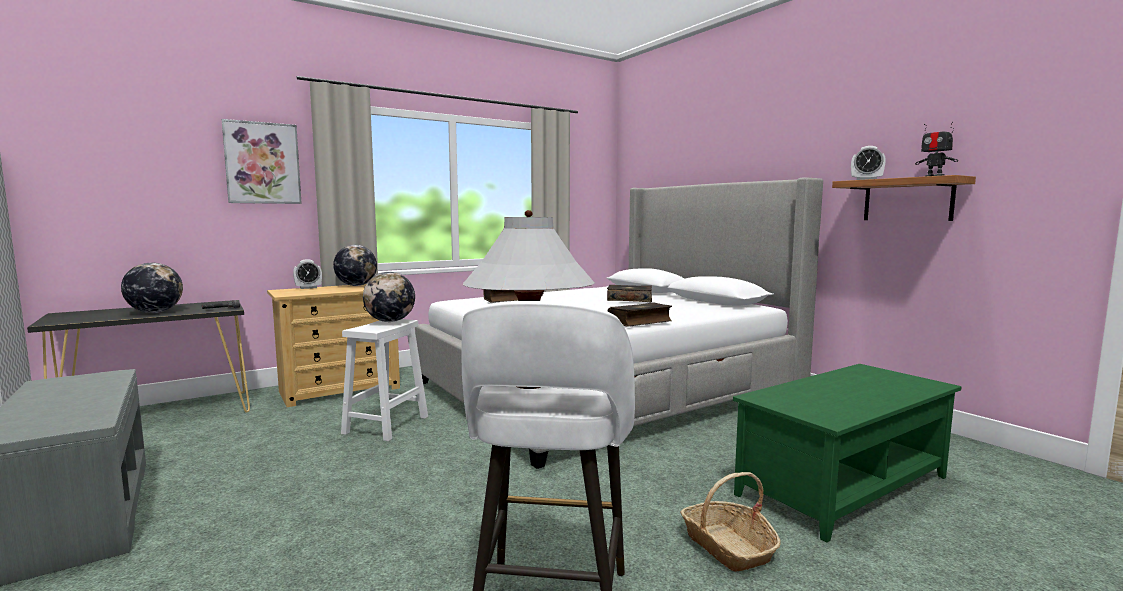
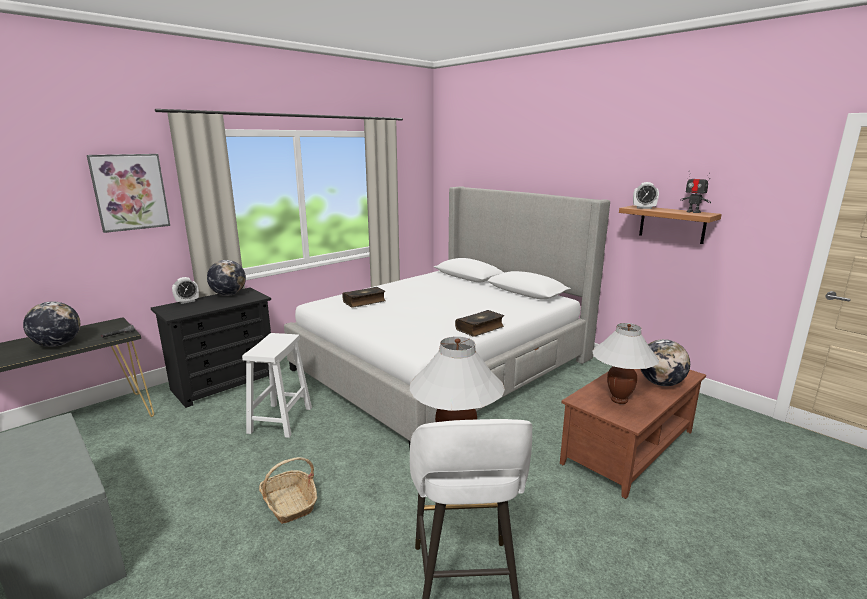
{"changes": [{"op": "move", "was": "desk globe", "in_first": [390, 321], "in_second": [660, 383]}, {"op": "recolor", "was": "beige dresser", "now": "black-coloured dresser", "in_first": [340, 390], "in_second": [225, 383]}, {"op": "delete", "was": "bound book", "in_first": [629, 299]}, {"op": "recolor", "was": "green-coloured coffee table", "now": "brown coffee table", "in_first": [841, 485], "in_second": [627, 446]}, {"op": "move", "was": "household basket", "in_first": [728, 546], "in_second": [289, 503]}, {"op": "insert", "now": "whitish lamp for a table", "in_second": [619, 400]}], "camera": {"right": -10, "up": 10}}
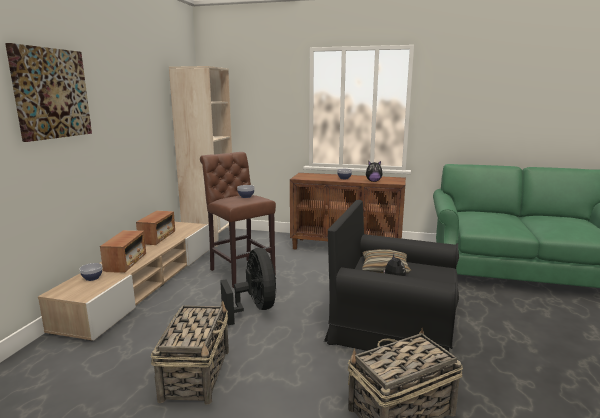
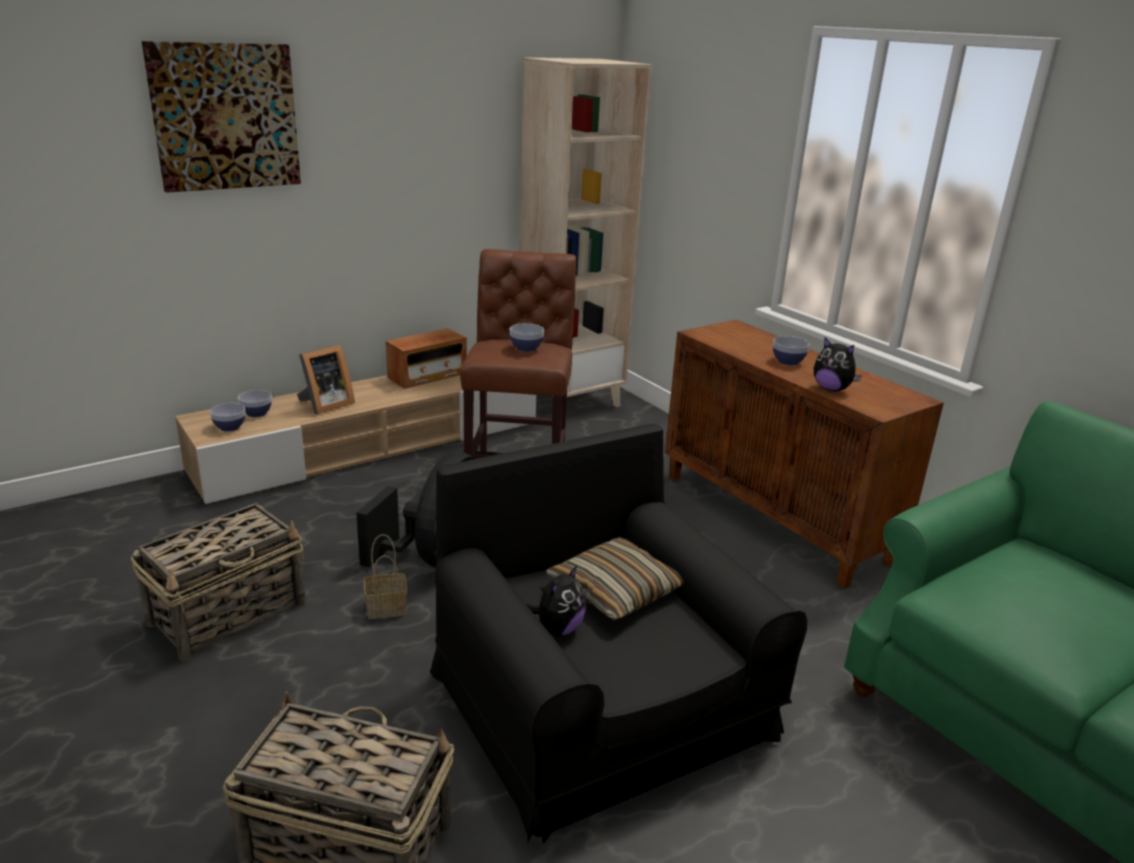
{"changes": [{"op": "replace", "was": "radio", "now": "standing frame", "in_first": [126, 263], "in_second": [325, 405]}, {"op": "insert", "now": "bowl", "in_second": [230, 427]}, {"op": "insert", "now": "household basket", "in_second": [387, 607]}], "camera": {"right": 40, "up": 10}}
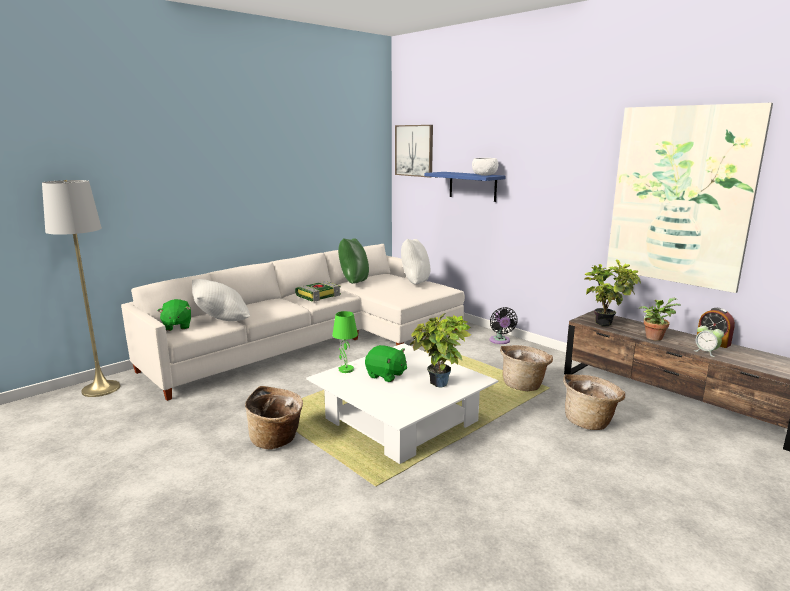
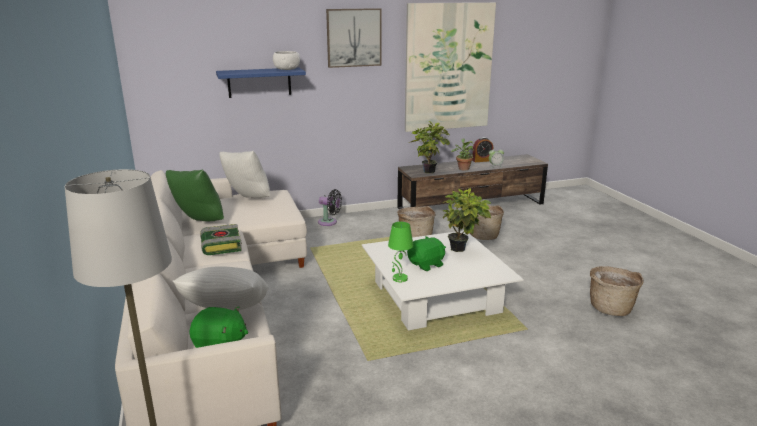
{"changes": [{"op": "move", "was": "picture", "in_first": [414, 150], "in_second": [354, 37]}, {"op": "move", "was": "household basket", "in_first": [276, 440], "in_second": [611, 307]}], "camera": {"right": -65, "up": 5}}
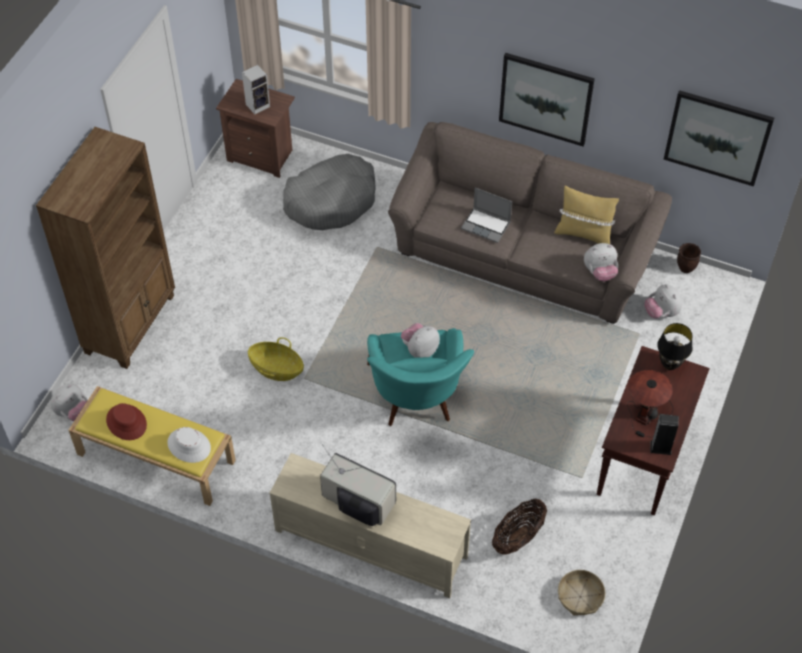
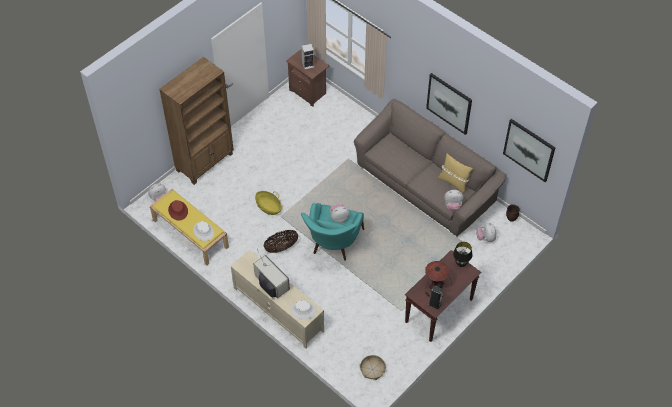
{"changes": [{"op": "delete", "was": "gray dog bed", "in_first": [331, 200]}, {"op": "delete", "was": "portable computer", "in_first": [486, 225]}, {"op": "move", "was": "household basket", "in_first": [518, 537], "in_second": [281, 247]}, {"op": "insert", "now": "whitish wearable hat", "in_second": [303, 310]}], "camera": {"right": 20, "up": 0}}
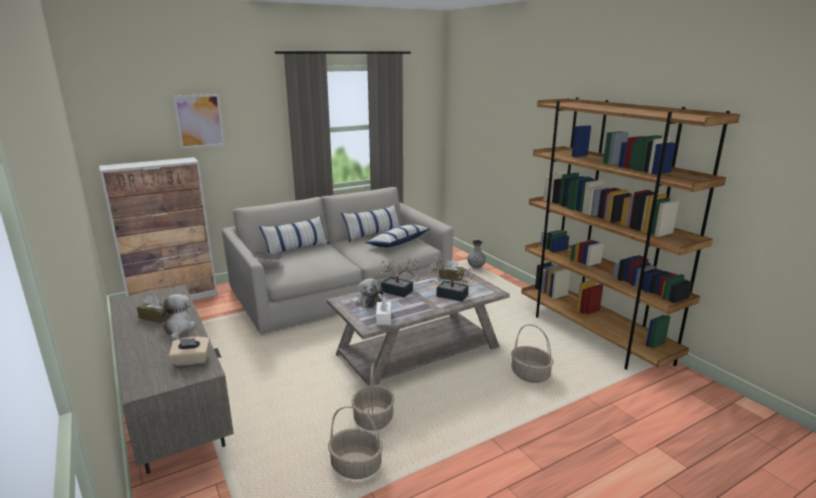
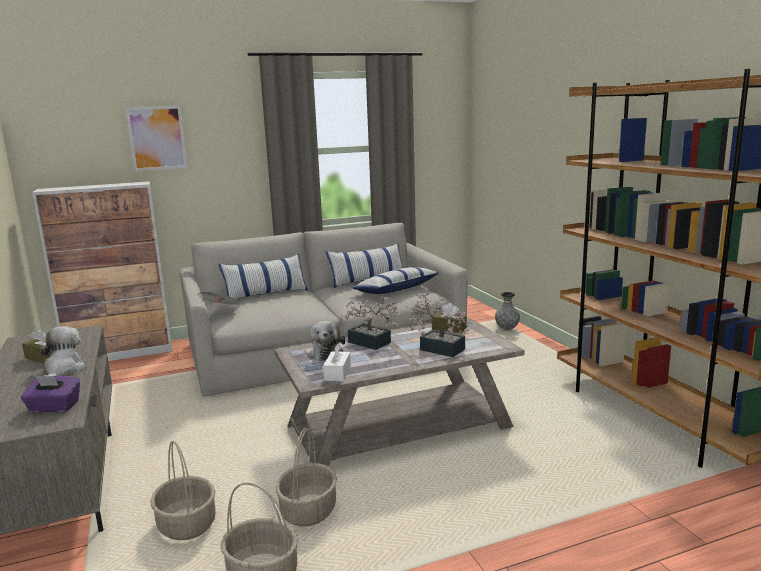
{"changes": [{"op": "move", "was": "household basket", "in_first": [529, 374], "in_second": [186, 524]}, {"op": "recolor", "was": "beige tissue box", "now": "purple-coloured tissue box", "in_first": [191, 360], "in_second": [54, 407]}], "camera": {"right": 10, "up": -5}}
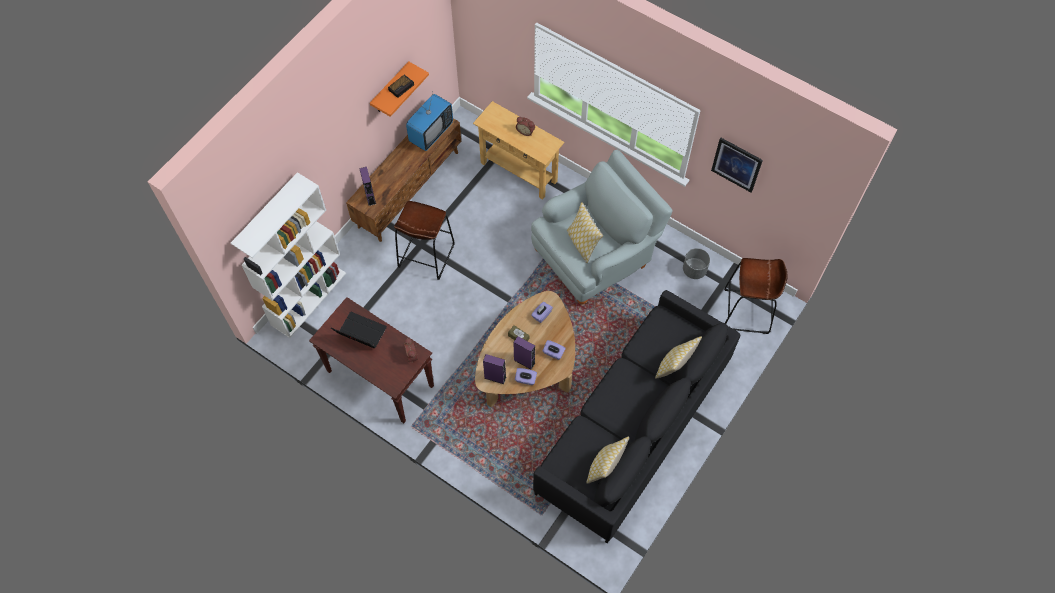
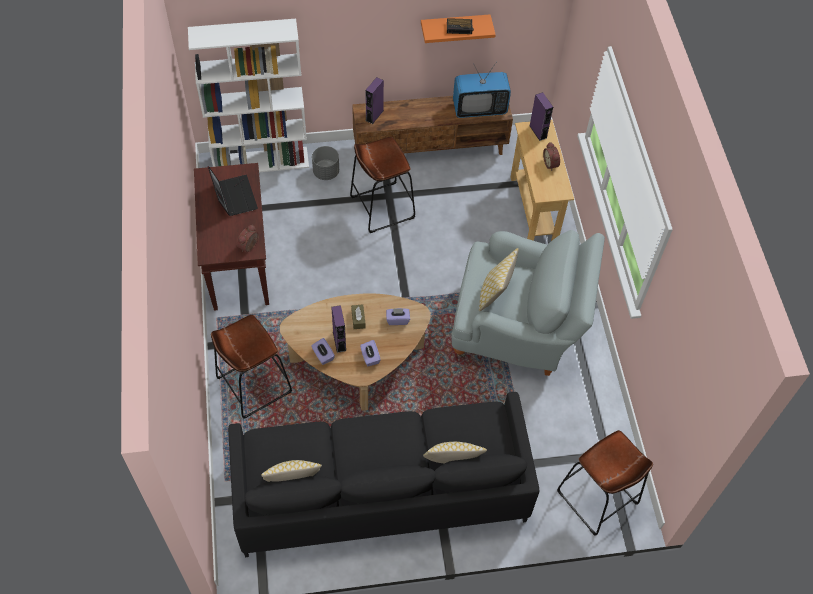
{"changes": [{"op": "delete", "was": "picture", "in_first": [736, 164]}, {"op": "move", "was": "gray flower pot", "in_first": [694, 270], "in_second": [326, 172]}, {"op": "move", "was": "purple-coloured speaker", "in_first": [495, 377], "in_second": [538, 131]}, {"op": "insert", "now": "brown stool seat", "in_second": [254, 385]}], "camera": {"right": 45, "up": -5}}
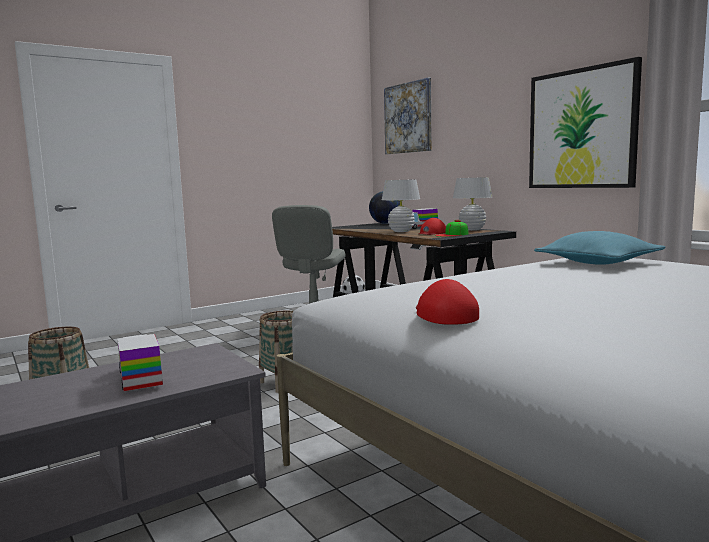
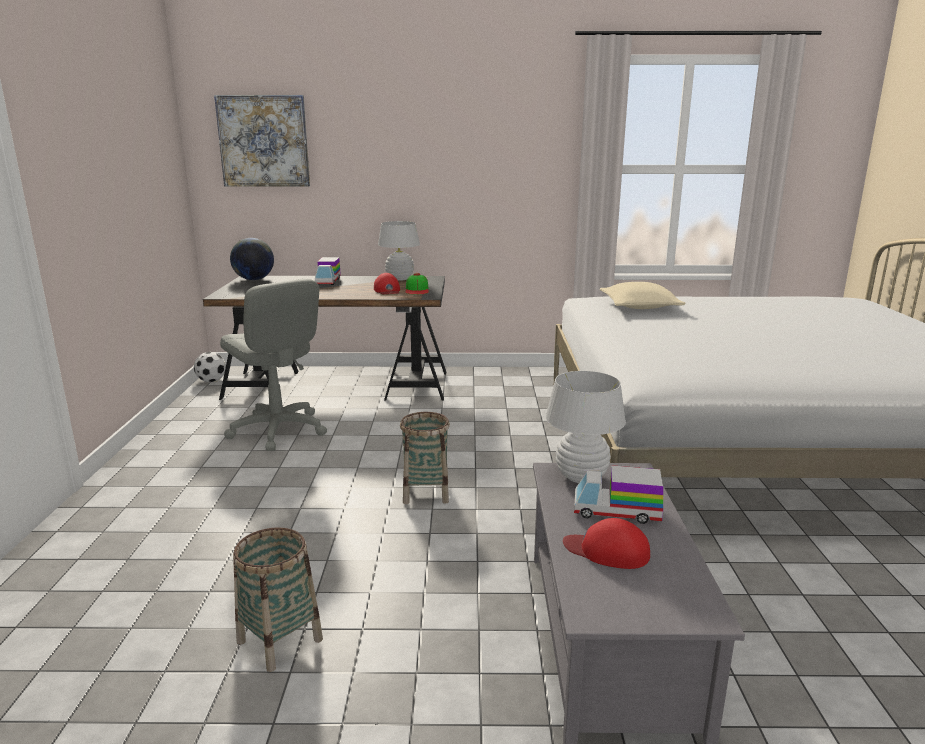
{"changes": [{"op": "delete", "was": "picture", "in_first": [581, 129]}, {"op": "move", "was": "whitish lamp for a table", "in_first": [401, 231], "in_second": [581, 477]}, {"op": "recolor", "was": "turquoise cushion", "now": "beige cushion", "in_first": [598, 263], "in_second": [639, 306]}, {"op": "move", "was": "reddish baseball cap", "in_first": [444, 314], "in_second": [607, 550]}], "camera": {"right": -55, "up": 10}}
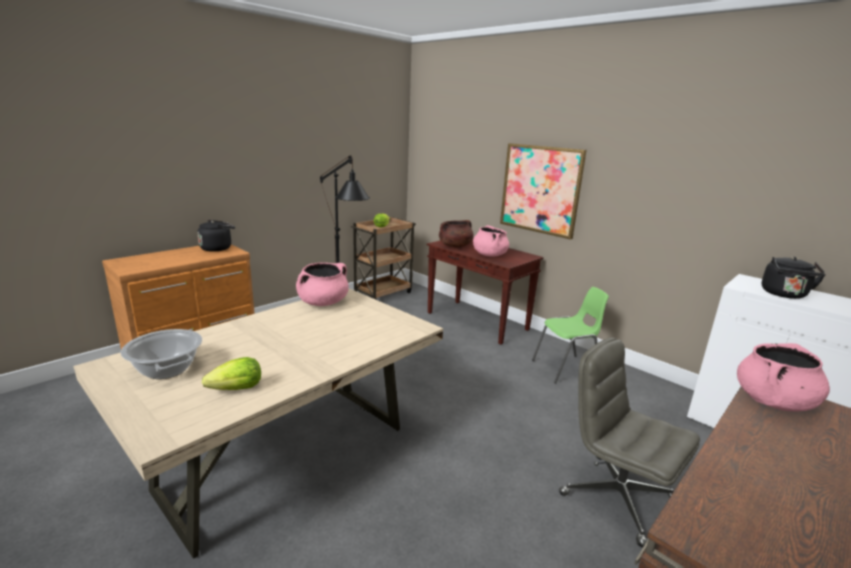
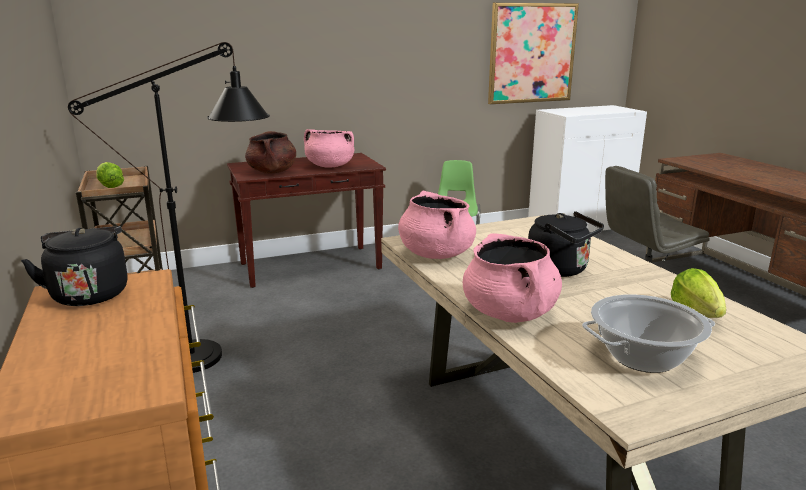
{"changes": [{"op": "move", "was": "picture", "in_first": [540, 189], "in_second": [532, 53]}, {"op": "move", "was": "black-coloured tea kettle", "in_first": [784, 295], "in_second": [561, 270]}, {"op": "move", "was": "pink-coloured saucepot", "in_first": [773, 402], "in_second": [510, 313]}], "camera": {"right": -65, "up": 0}}
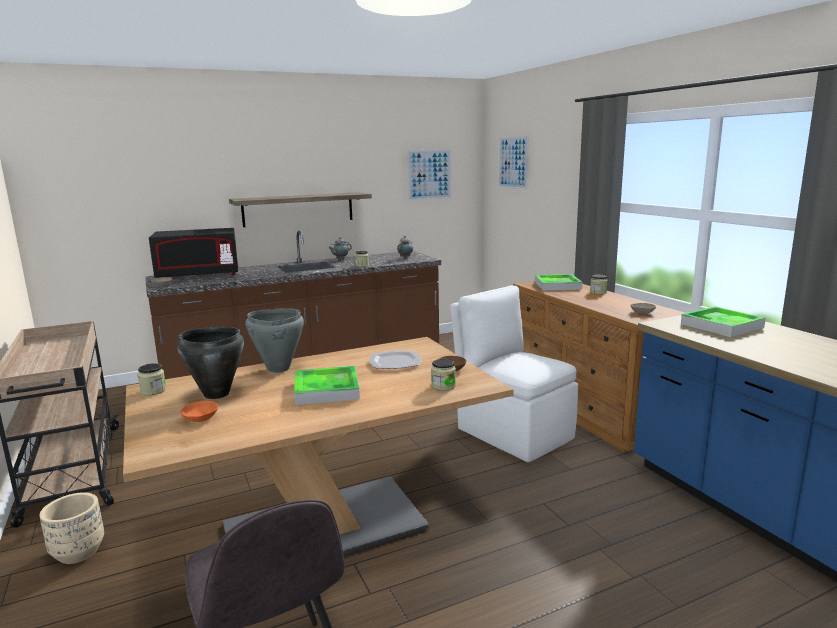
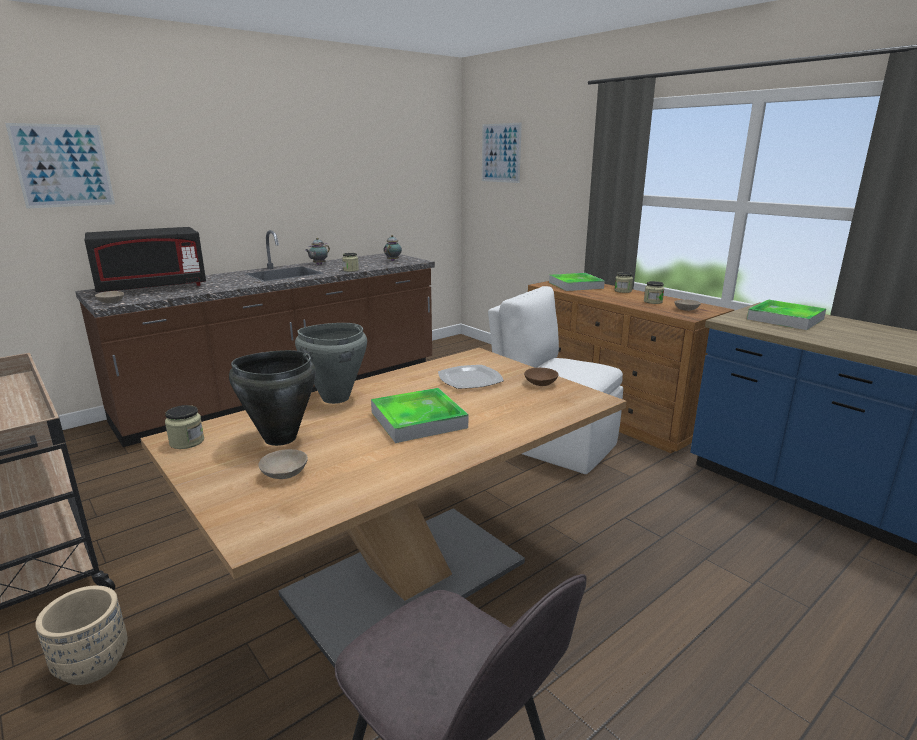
{"changes": [{"op": "move", "was": "picture", "in_first": [429, 174], "in_second": [63, 166]}, {"op": "delete", "was": "bracket shelf", "in_first": [298, 209]}, {"op": "move", "was": "jar", "in_first": [443, 386], "in_second": [653, 302]}, {"op": "recolor", "was": "orange bowl", "now": "beige bowl", "in_first": [201, 418], "in_second": [284, 473]}], "camera": {"right": -15, "up": 5}}
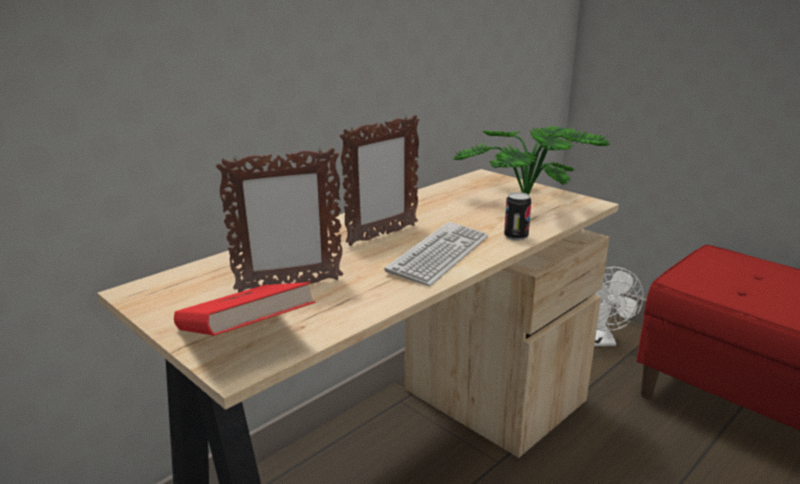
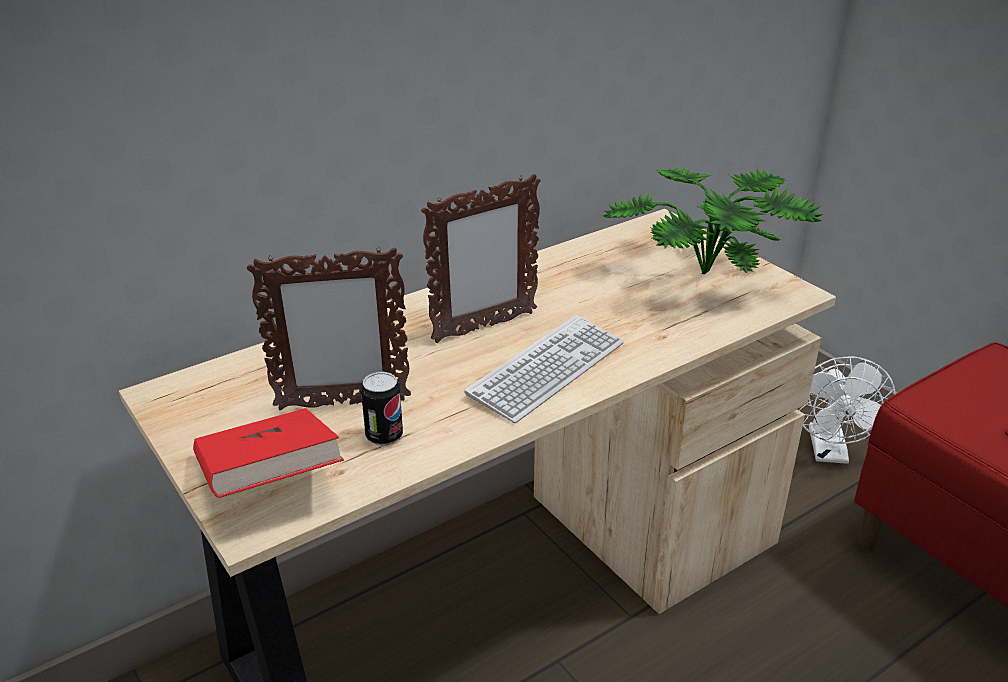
{"changes": [{"op": "move", "was": "metal can", "in_first": [516, 236], "in_second": [384, 436]}], "camera": {"right": 10, "up": 10}}
